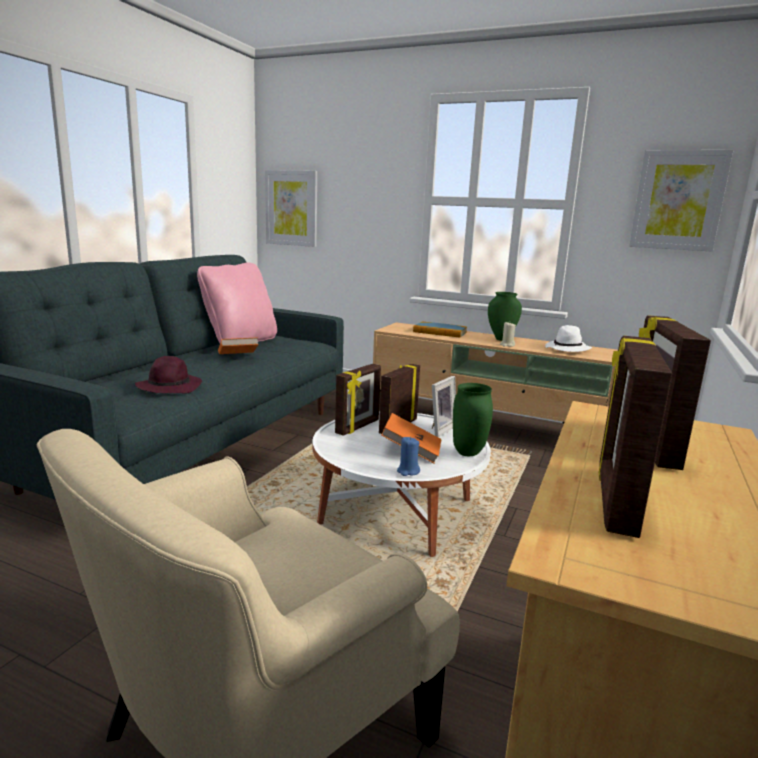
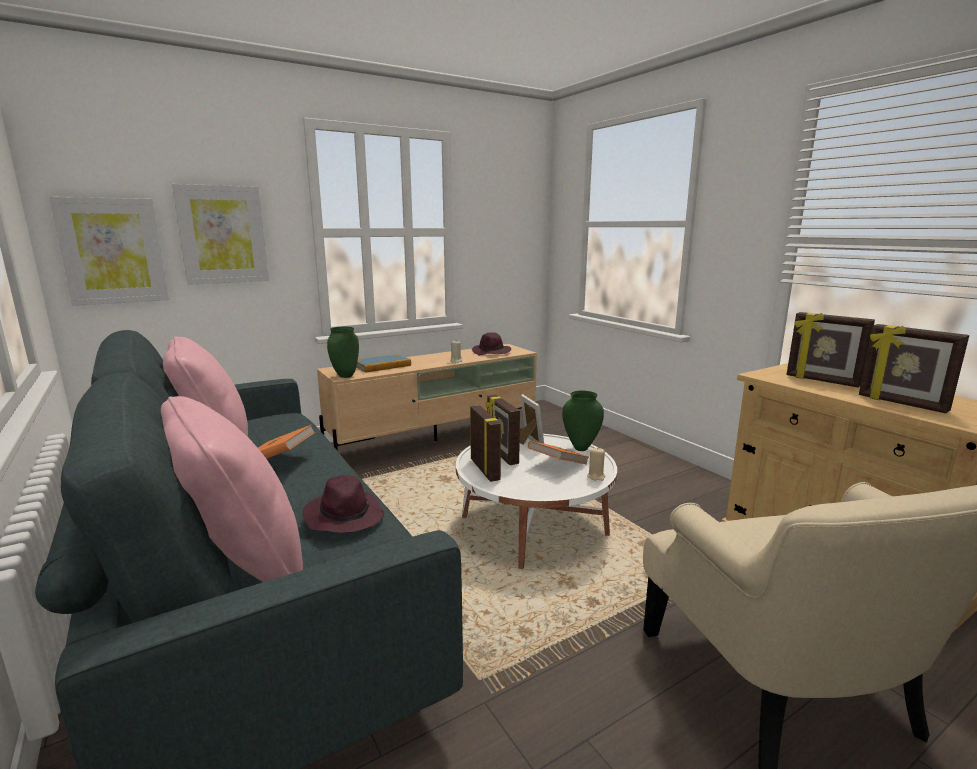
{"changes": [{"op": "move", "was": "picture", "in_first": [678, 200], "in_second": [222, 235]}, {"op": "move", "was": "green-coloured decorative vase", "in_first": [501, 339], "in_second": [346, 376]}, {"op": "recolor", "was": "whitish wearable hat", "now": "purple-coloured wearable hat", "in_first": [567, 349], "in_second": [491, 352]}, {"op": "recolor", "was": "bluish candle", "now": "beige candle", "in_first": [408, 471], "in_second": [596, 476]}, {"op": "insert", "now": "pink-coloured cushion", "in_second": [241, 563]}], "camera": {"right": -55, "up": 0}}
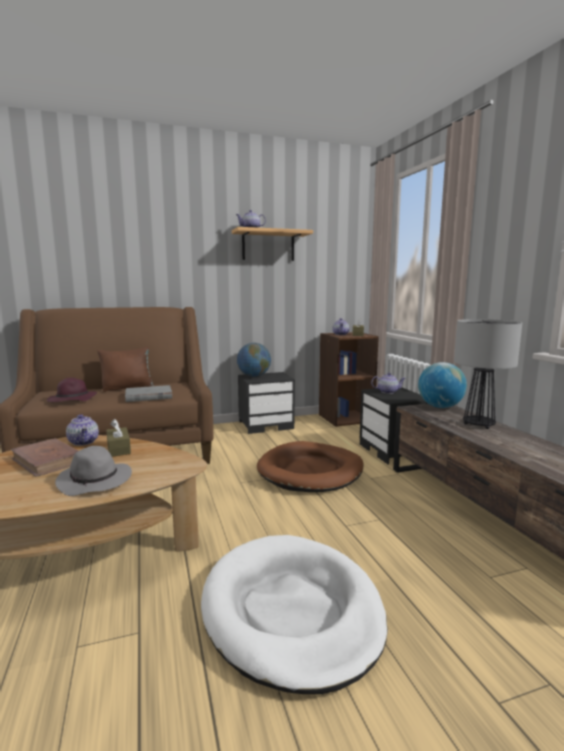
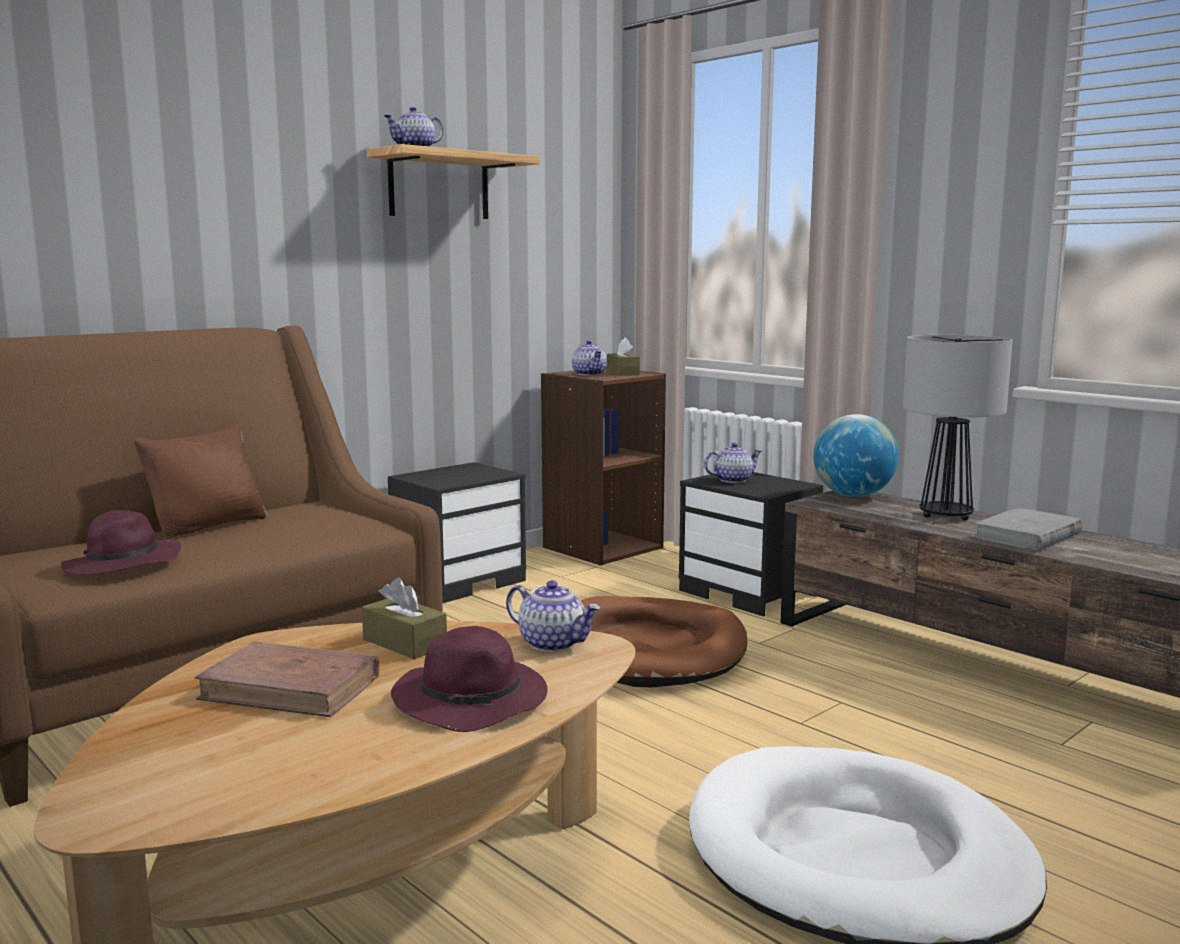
{"changes": [{"op": "delete", "was": "desk globe", "in_first": [254, 376]}, {"op": "move", "was": "gray bound book", "in_first": [148, 396], "in_second": [1026, 536]}, {"op": "move", "was": "pot for tea", "in_first": [84, 442], "in_second": [553, 643]}, {"op": "recolor", "was": "gray wearable hat", "now": "purple-coloured wearable hat", "in_first": [95, 482], "in_second": [473, 701]}], "camera": {"right": -25, "up": 0}}
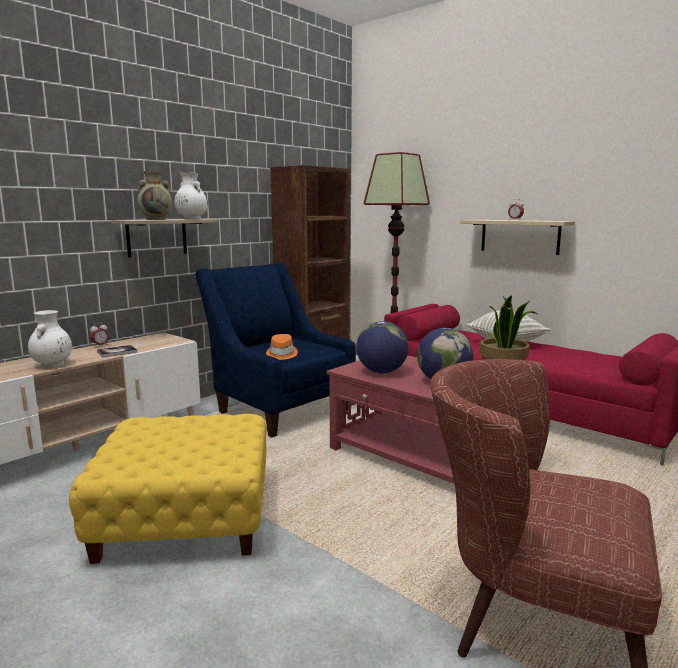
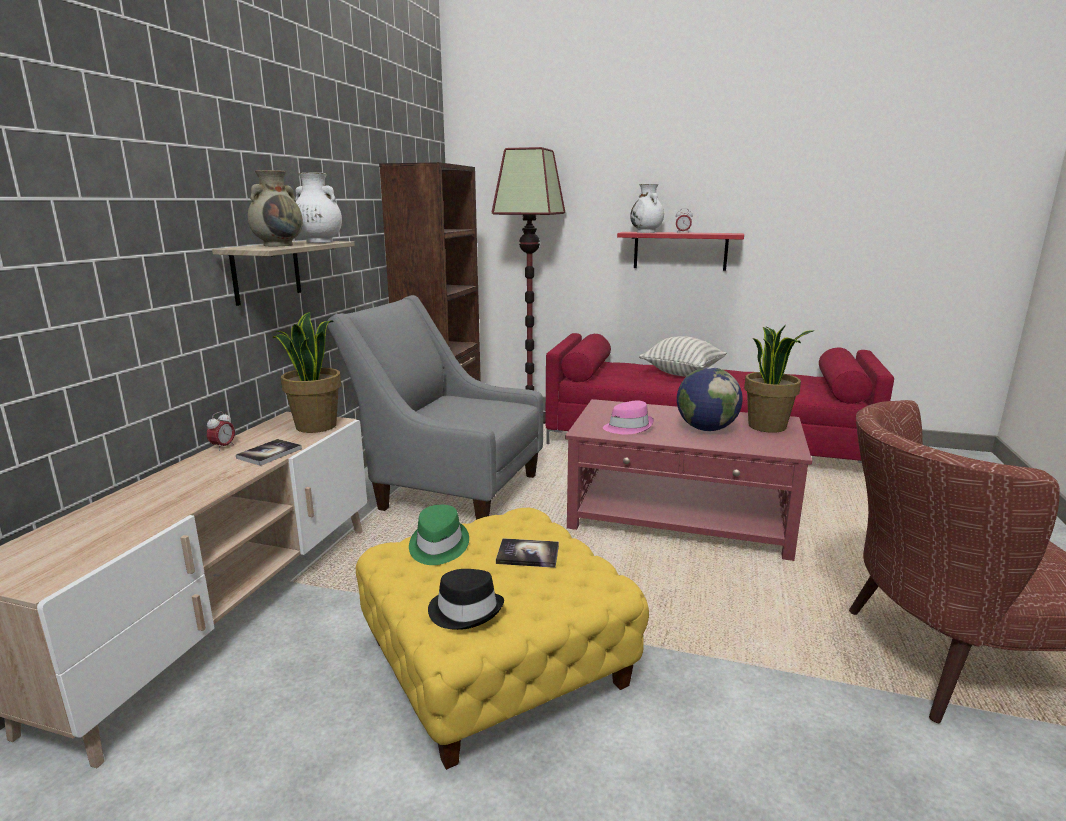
{"changes": [{"op": "recolor", "was": "beige bracket shelf", "now": "reddish bracket shelf", "in_first": [519, 236], "in_second": [680, 251]}, {"op": "recolor", "was": "bluish easy chair", "now": "gray easy chair", "in_first": [278, 408], "in_second": [449, 490]}, {"op": "move", "was": "whitish decorative vase", "in_first": [52, 365], "in_second": [646, 232]}, {"op": "replace", "was": "desk globe", "now": "pink-coloured wearable hat", "in_first": [381, 372], "in_second": [628, 427]}, {"op": "delete", "was": "orange wearable hat", "in_first": [281, 354]}, {"op": "insert", "now": "houseplant", "in_second": [315, 426]}, {"op": "insert", "now": "green-coloured wearable hat", "in_second": [438, 546]}, {"op": "insert", "now": "bound book", "in_second": [528, 554]}, {"op": "insert", "now": "black-coloured wearable hat", "in_second": [465, 610]}], "camera": {"right": -25, "up": 5}}
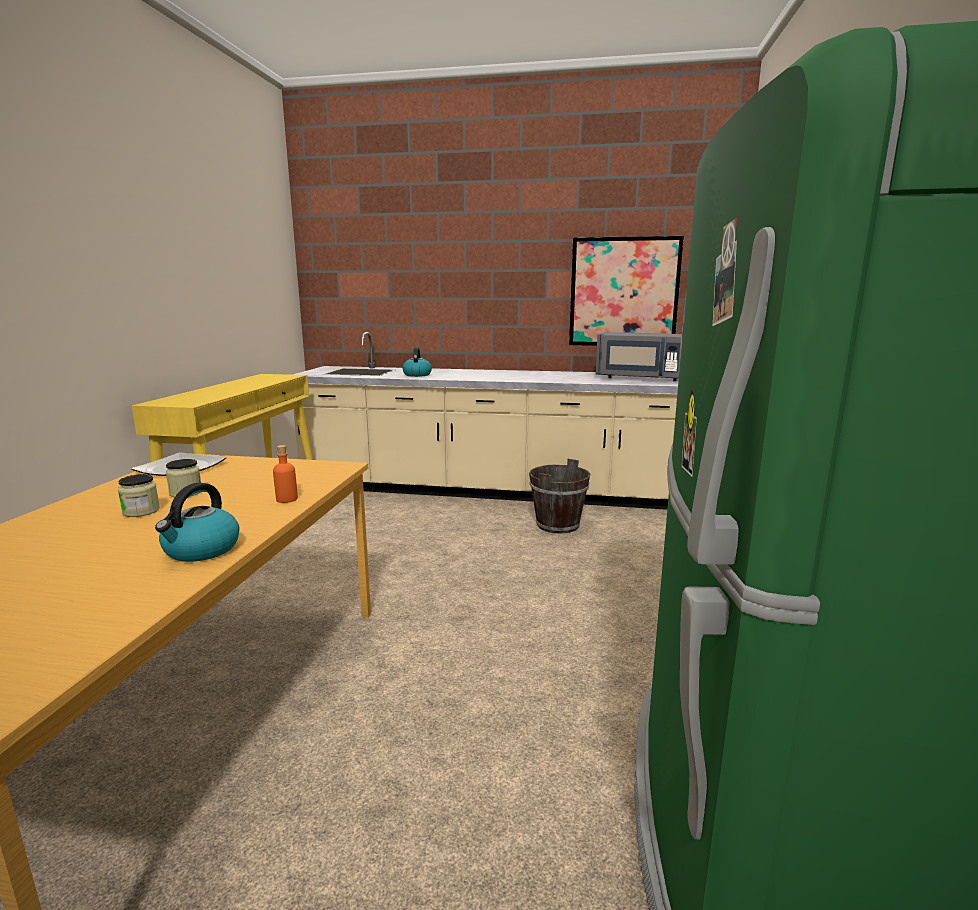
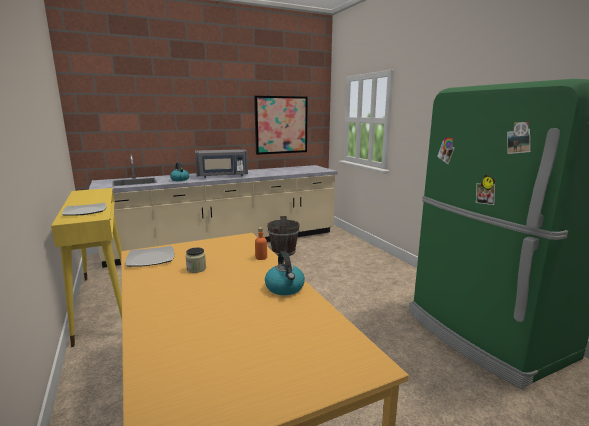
{"changes": [{"op": "move", "was": "gray kitchen microwave", "in_first": [641, 378], "in_second": [222, 176]}, {"op": "delete", "was": "jar", "in_first": [141, 511]}, {"op": "insert", "now": "plate", "in_second": [84, 211]}], "camera": {"right": -35, "up": 0}}
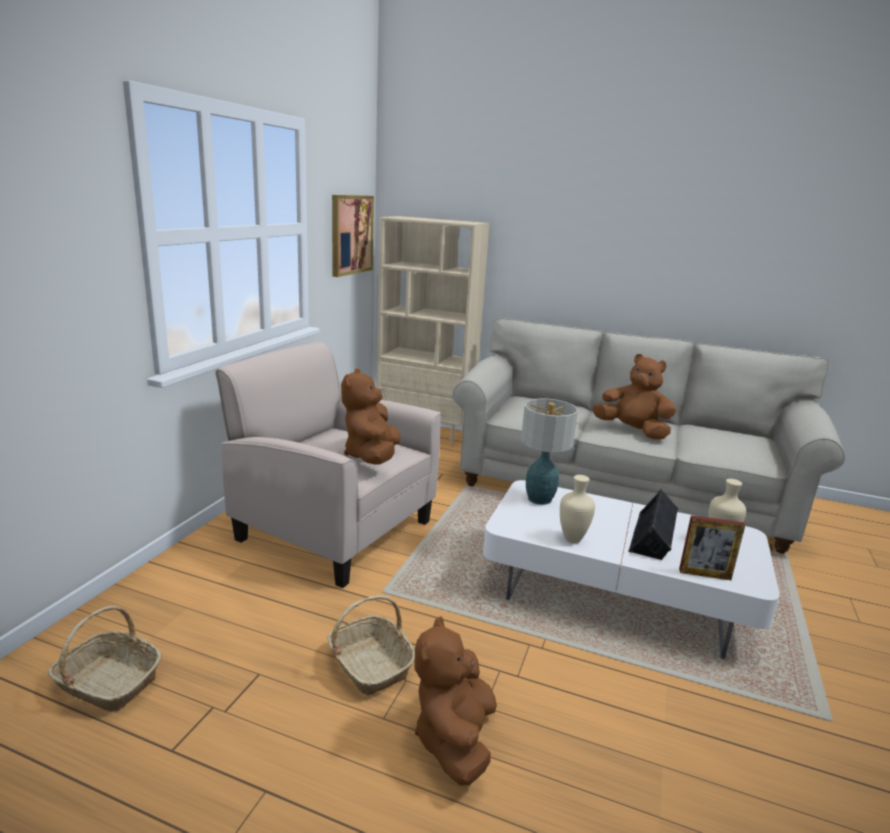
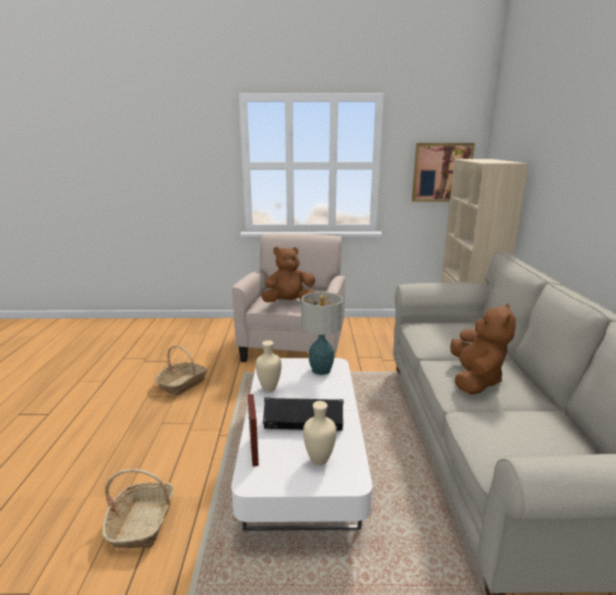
{"changes": [{"op": "move", "was": "household basket", "in_first": [108, 682], "in_second": [142, 522]}, {"op": "delete", "was": "brown plush toy", "in_first": [454, 739]}], "camera": {"right": 70, "up": 0}}
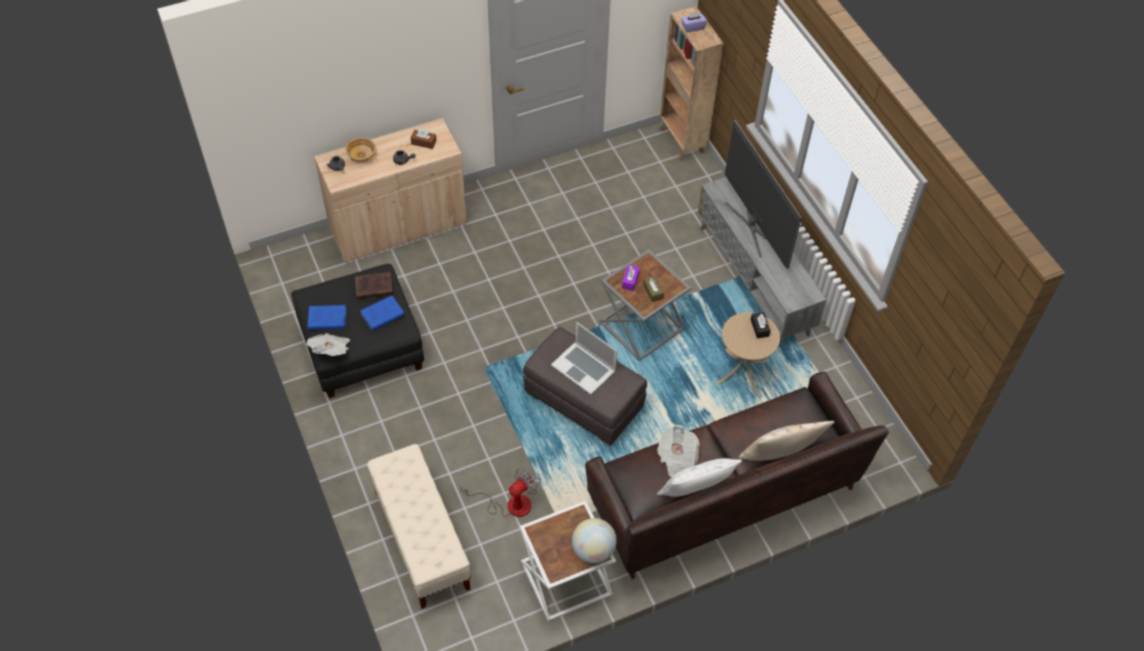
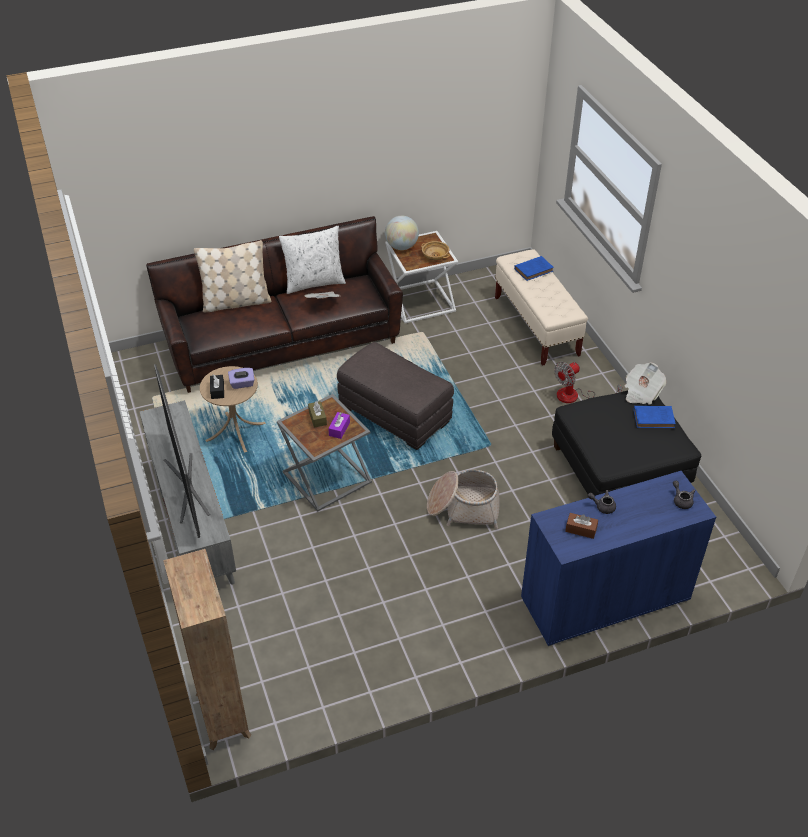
{"changes": [{"op": "move", "was": "purple-coloured tissue box", "in_first": [692, 27], "in_second": [242, 384]}, {"op": "recolor", "was": "beige cabinet", "now": "bluish cabinet", "in_first": [398, 227], "in_second": [605, 599]}, {"op": "move", "was": "beige bowl", "in_first": [362, 155], "in_second": [435, 256]}, {"op": "delete", "was": "brown bound book", "in_first": [373, 287]}, {"op": "move", "was": "bluish bound book", "in_first": [381, 315], "in_second": [534, 270]}, {"op": "delete", "was": "portable computer", "in_first": [583, 368]}, {"op": "move", "was": "fan", "in_first": [510, 504], "in_second": [575, 397]}, {"op": "insert", "now": "household basket", "in_second": [463, 507]}], "camera": {"right": -175, "up": -10}}
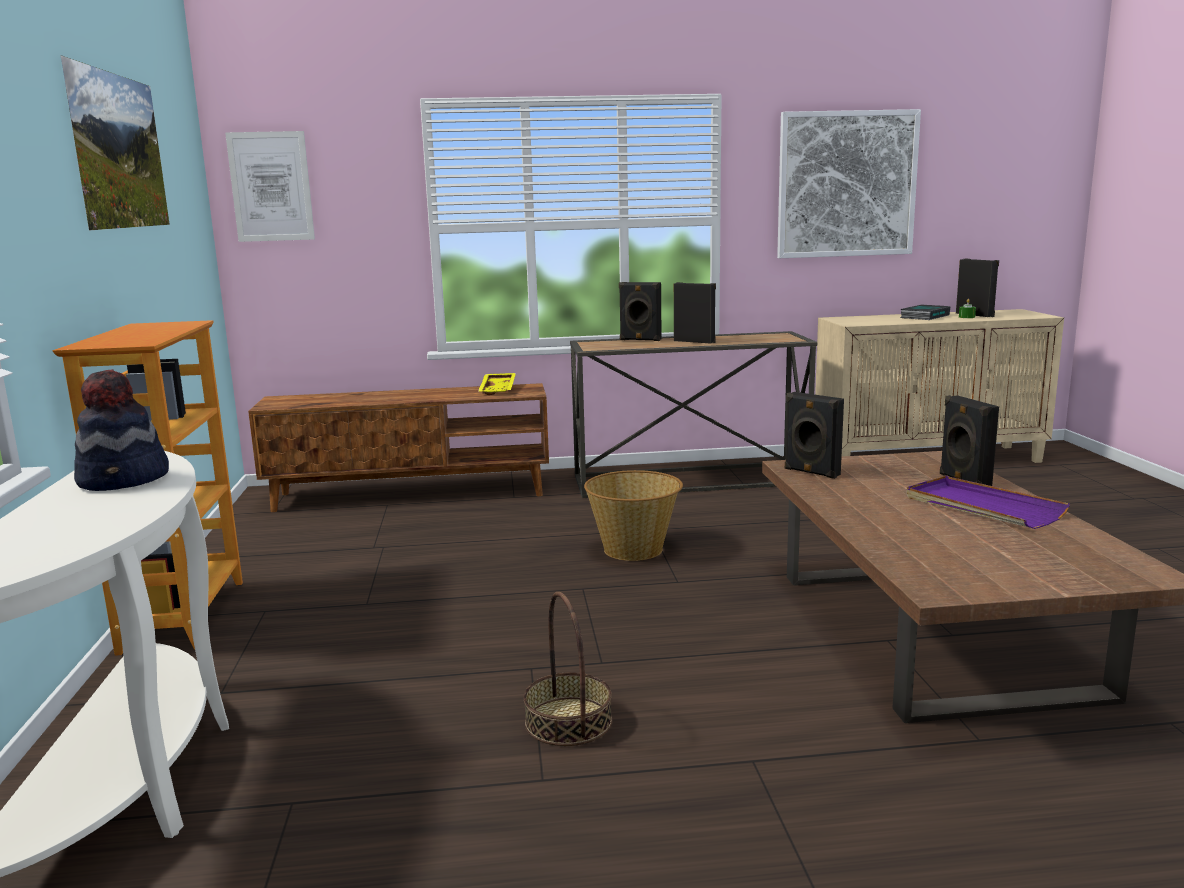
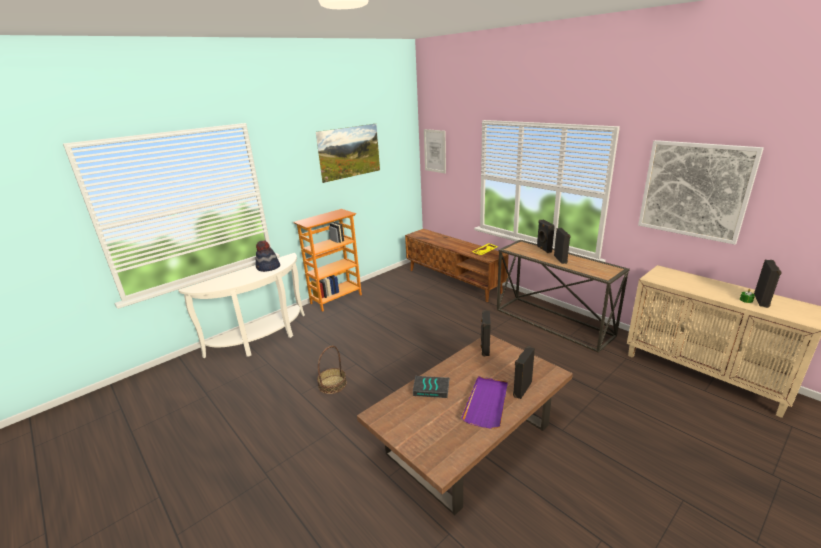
{"changes": [{"op": "move", "was": "bound book", "in_first": [924, 316], "in_second": [431, 389]}, {"op": "delete", "was": "household basket", "in_first": [634, 550]}], "camera": {"right": 55, "up": 10}}
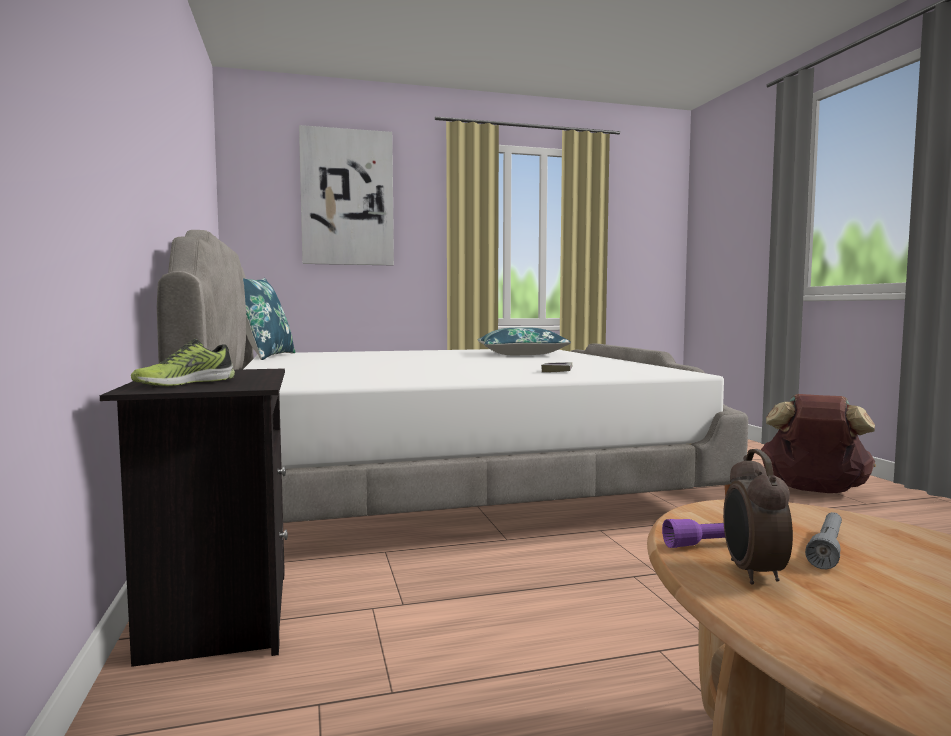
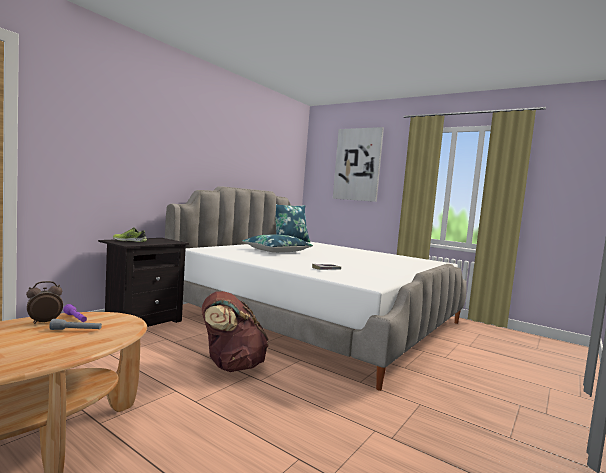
{"changes": [{"op": "move", "was": "bluish cushion", "in_first": [521, 354], "in_second": [276, 251]}, {"op": "move", "was": "brown rucksack", "in_first": [813, 491], "in_second": [231, 365]}], "camera": {"right": 50, "up": 0}}
